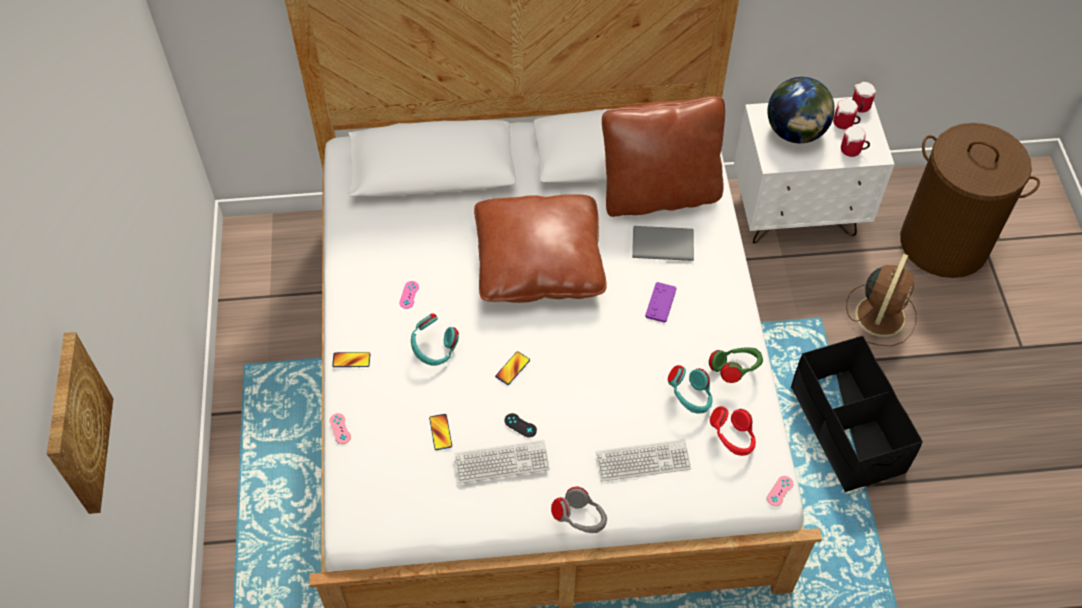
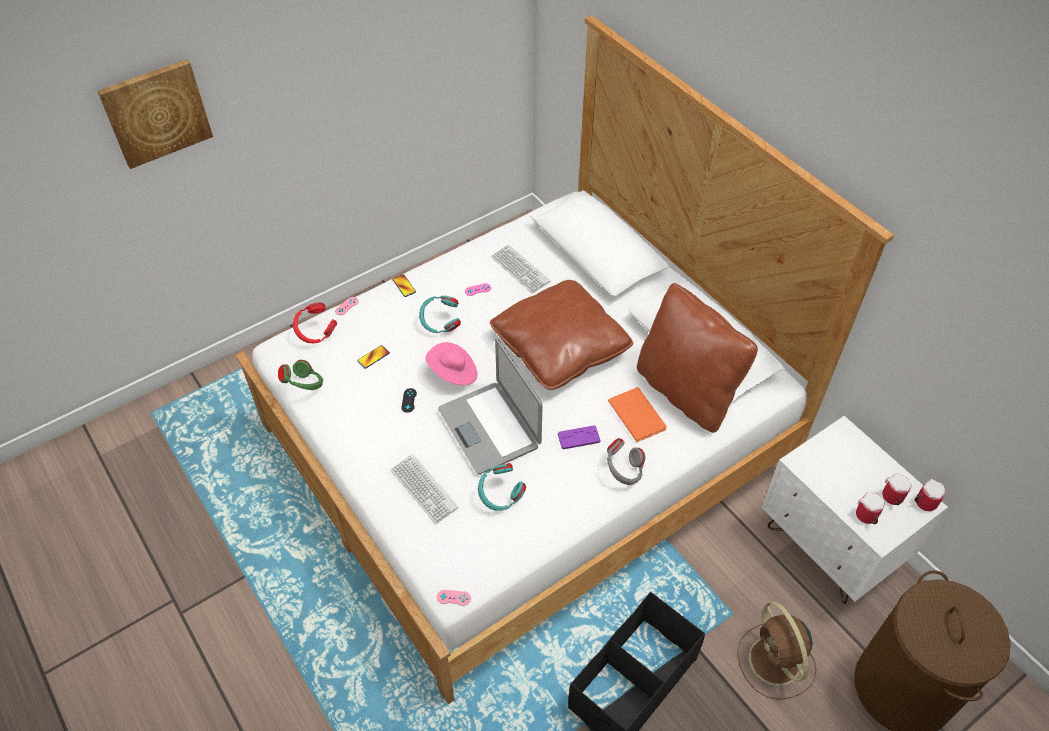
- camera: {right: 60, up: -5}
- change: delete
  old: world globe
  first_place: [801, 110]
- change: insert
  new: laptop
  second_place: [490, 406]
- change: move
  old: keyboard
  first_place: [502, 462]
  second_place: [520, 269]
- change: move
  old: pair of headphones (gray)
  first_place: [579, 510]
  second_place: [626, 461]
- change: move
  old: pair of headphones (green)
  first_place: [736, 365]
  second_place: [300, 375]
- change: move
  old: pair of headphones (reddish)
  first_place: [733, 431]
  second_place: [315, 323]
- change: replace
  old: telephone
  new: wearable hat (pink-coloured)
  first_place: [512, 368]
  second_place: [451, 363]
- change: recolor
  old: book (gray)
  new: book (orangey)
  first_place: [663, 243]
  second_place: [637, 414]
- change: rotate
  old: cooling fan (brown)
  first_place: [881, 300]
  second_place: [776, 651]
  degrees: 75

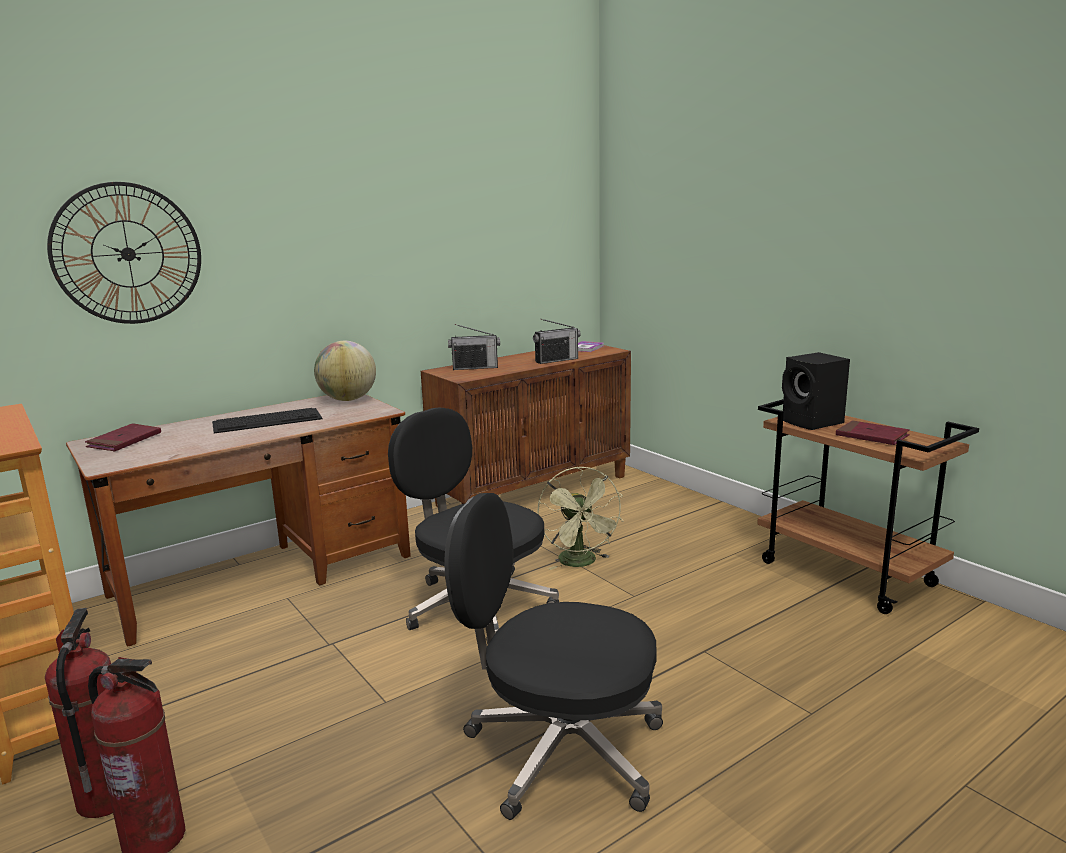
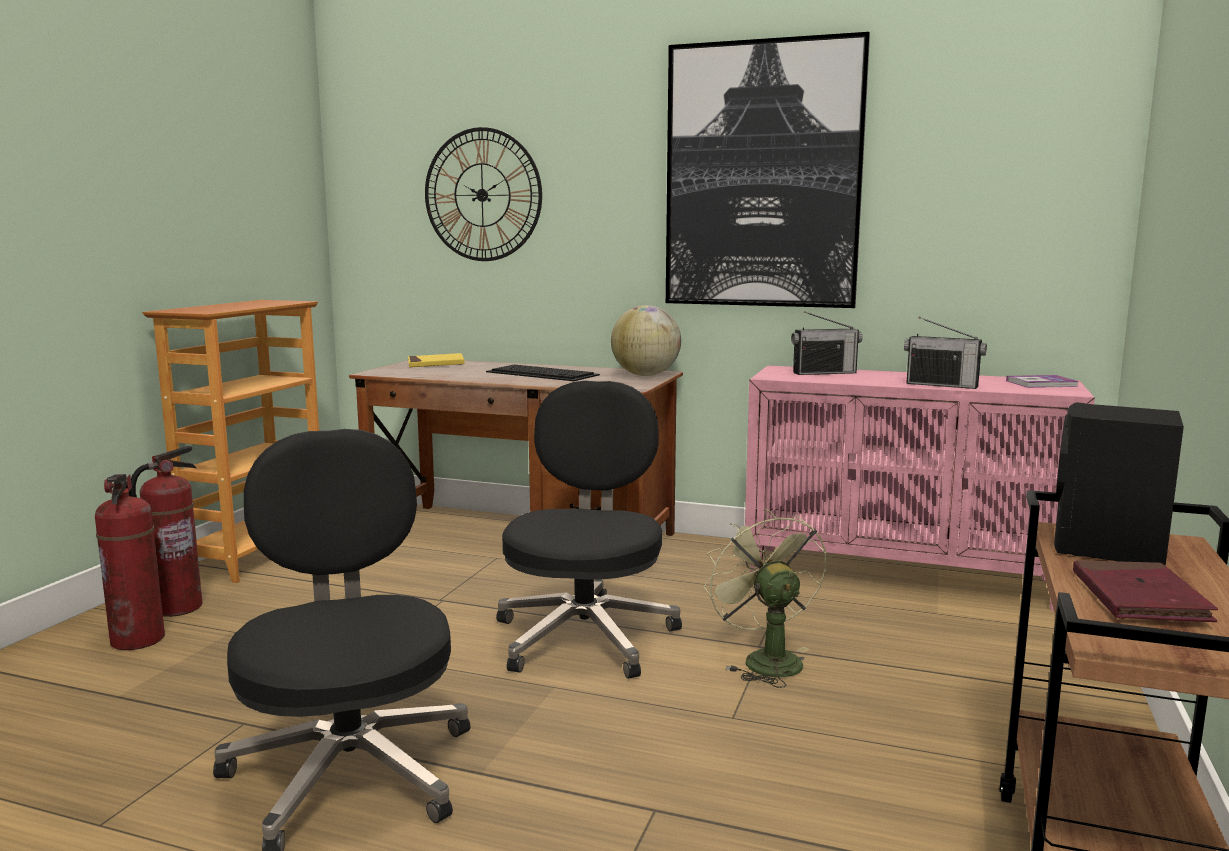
- camera: {right: 55, up: -5}
- change: insert
  new: picture
  second_place: [768, 170]
- change: recolor
  old: book (reddish)
  new: book (yellow-coloured)
  first_place: [123, 437]
  second_place: [436, 360]
- change: recolor
  old: cabinet (brown)
  new: cabinet (pink-coloured)
  first_place: [526, 426]
  second_place: [920, 488]
- change: rotate
  old: radio receiver
  first_place: [474, 347]
  second_place: [826, 343]
  degrees: -60
- change: rotate
  old: cooling fan (green)
  first_place: [580, 518]
  second_place: [765, 598]
  degrees: 120

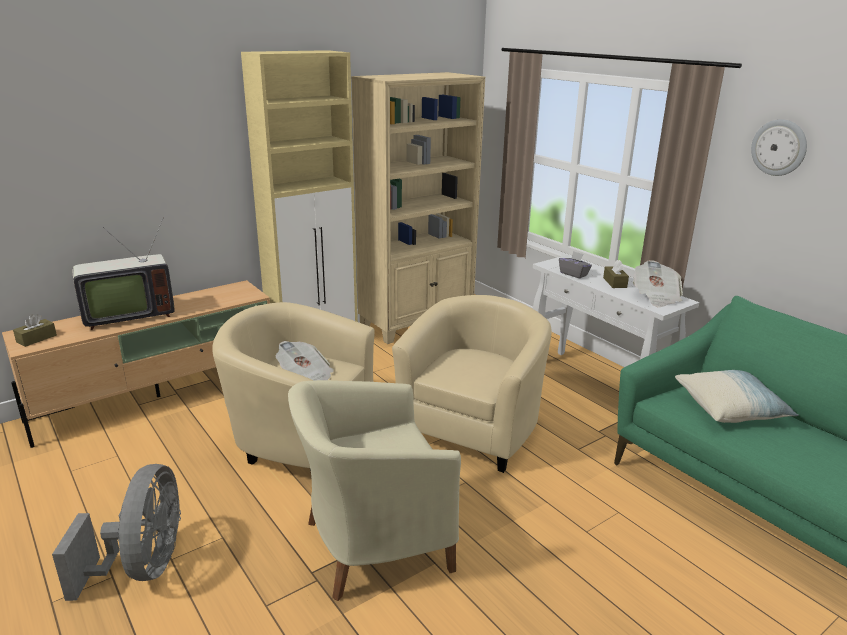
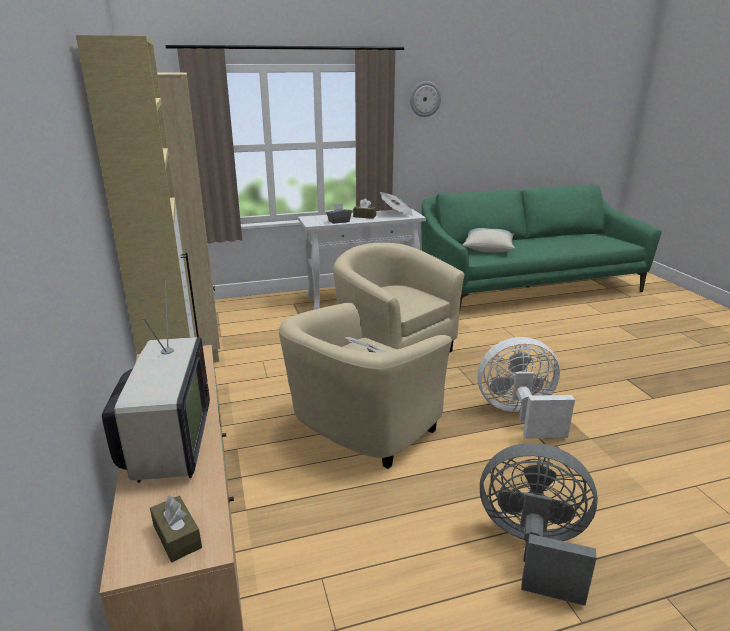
- camera: {right: -70, up: 0}
- change: replace
  old: easy chair (beige)
  new: cooling fan (whitish)
  first_place: [374, 490]
  second_place: [526, 388]

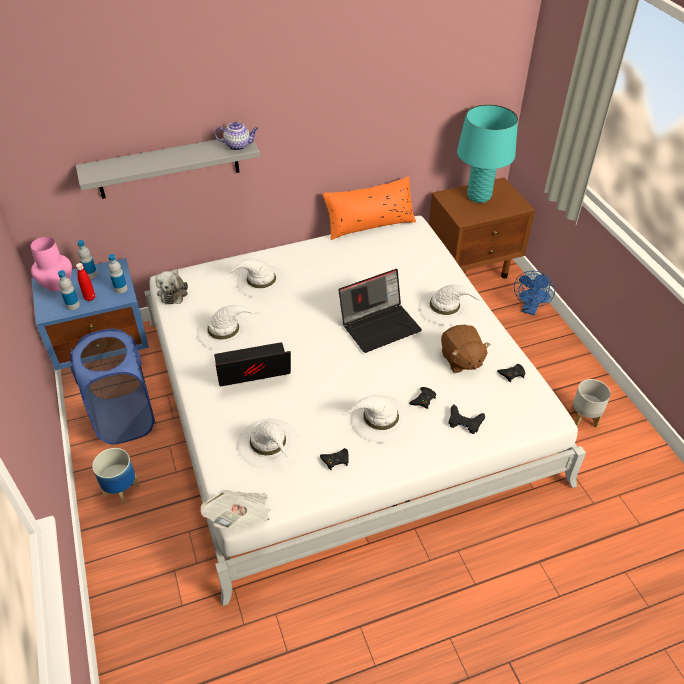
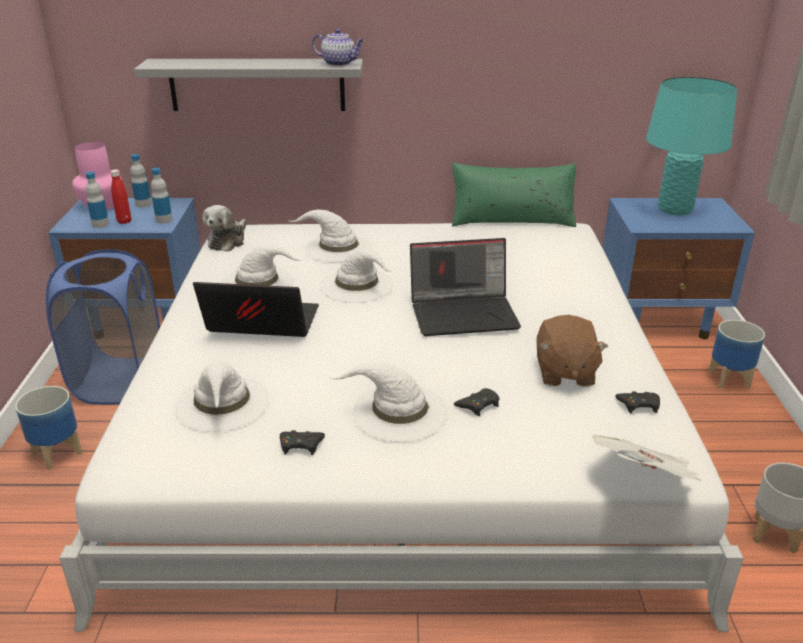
- camera: {right: 20, up: -15}
- change: delete
  old: joypad (black-coloured)
  first_place: [466, 419]
- change: move
  old: newspaper
  first_place: [235, 509]
  second_place: [646, 458]
- change: move
  old: wearable hat (whitish)
  first_place: [451, 304]
  second_place: [357, 275]
- change: replace
  old: cooling fan (blue-coloured)
  new: plant pot
  first_place: [534, 293]
  second_place: [736, 354]
- change: recolor
  old: pillow (orangey)
  new: pillow (green)
  first_place: [369, 208]
  second_place: [514, 195]
- change: recolor
  old: bedside table (brown)
  new: bedside table (blue-coloured)
  first_place: [482, 227]
  second_place: [679, 268]

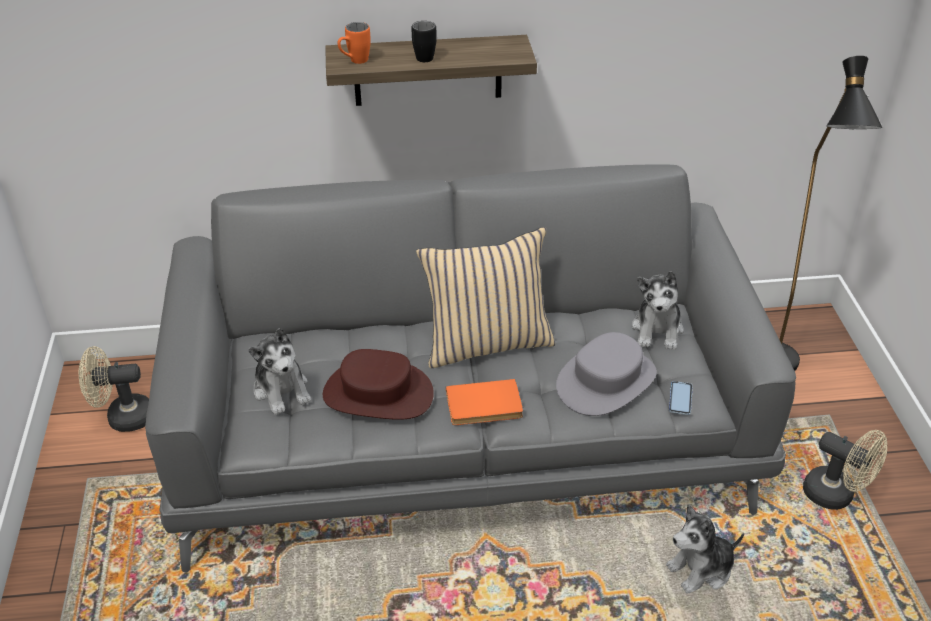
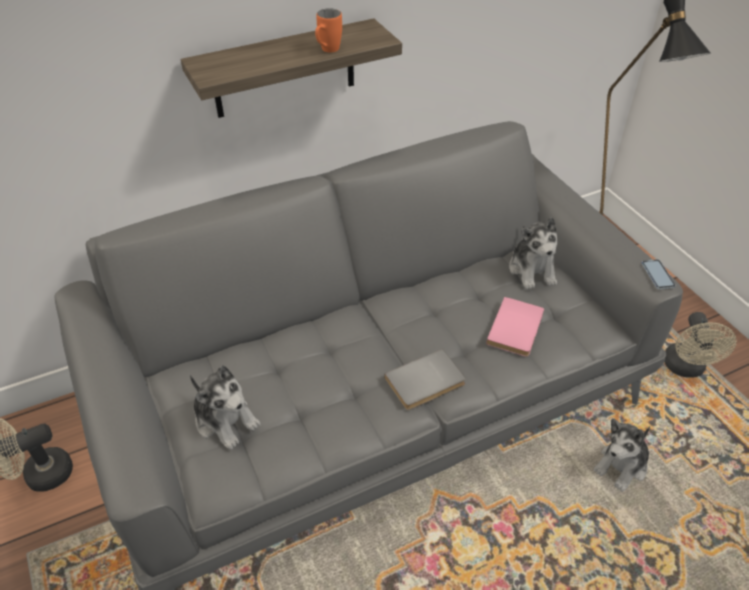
- camera: {right: -20, up: 5}
- change: delete
  old: wearable hat (brown)
  first_place: [378, 384]
- change: delete
  old: tea mug (black-coloured)
  first_place: [424, 41]
- change: delete
  old: pillow (beige)
  first_place: [485, 297]
- change: move
  old: tea mug (orangey)
  first_place: [354, 43]
  second_place: [328, 30]
- change: move
  old: telephone
  first_place: [681, 398]
  second_place: [658, 274]
- change: replace
  old: wearable hat (gray)
  new: book (pink-coloured)
  first_place: [606, 374]
  second_place: [515, 327]
- change: recolor
  old: book (orangey)
  new: book (gray)
  first_place: [484, 402]
  second_place: [425, 379]
- change: rotate
  old: cooling fan (beige)
  first_place: [845, 470]
  second_place: [700, 345]
  degrees: 75

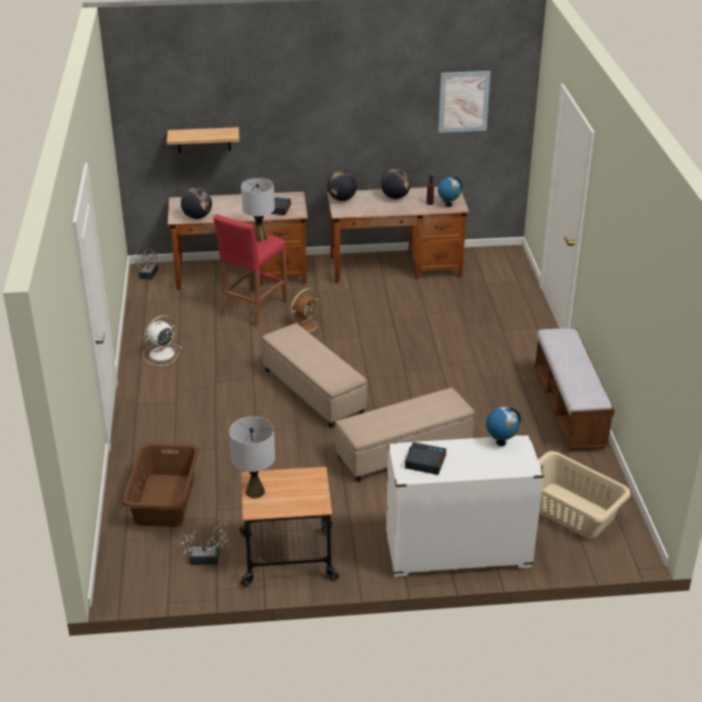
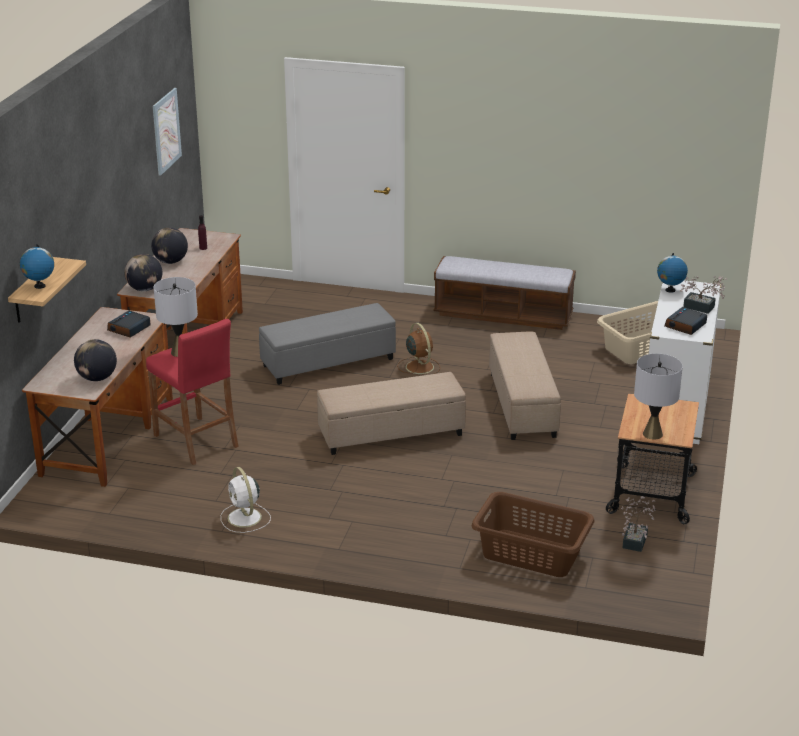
- camera: {right: -70, up: -5}
- change: insert
  new: pouffe (gray)
  second_place: [327, 344]
- change: move
  old: potted plant
  first_place: [145, 264]
  second_place: [703, 295]
- change: move
  old: cooling fan (brown)
  first_place: [306, 311]
  second_place: [418, 348]
- change: move
  old: world globe
  first_place: [450, 192]
  second_place: [37, 266]

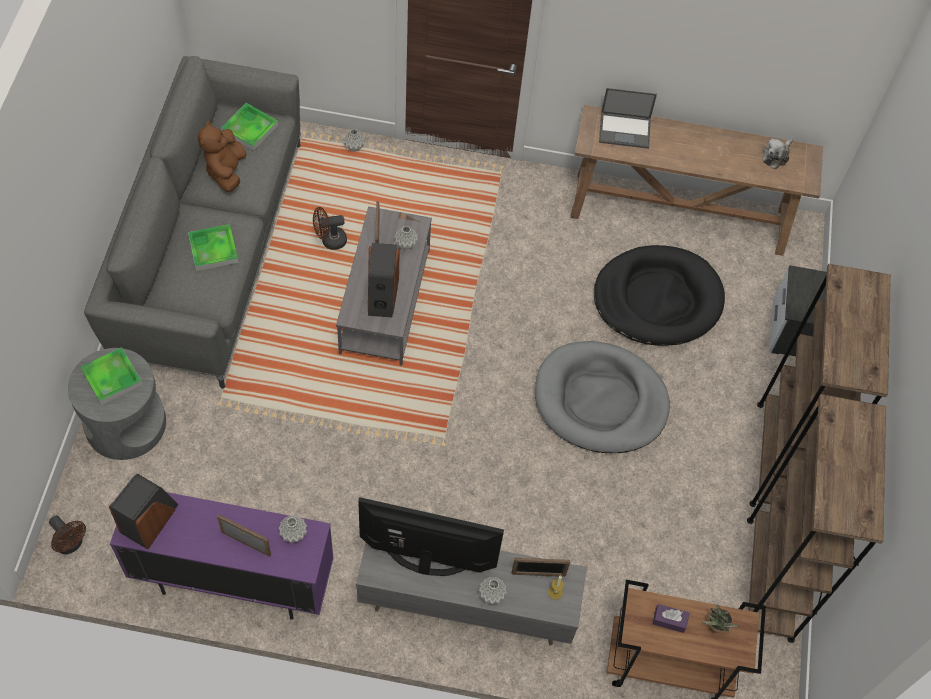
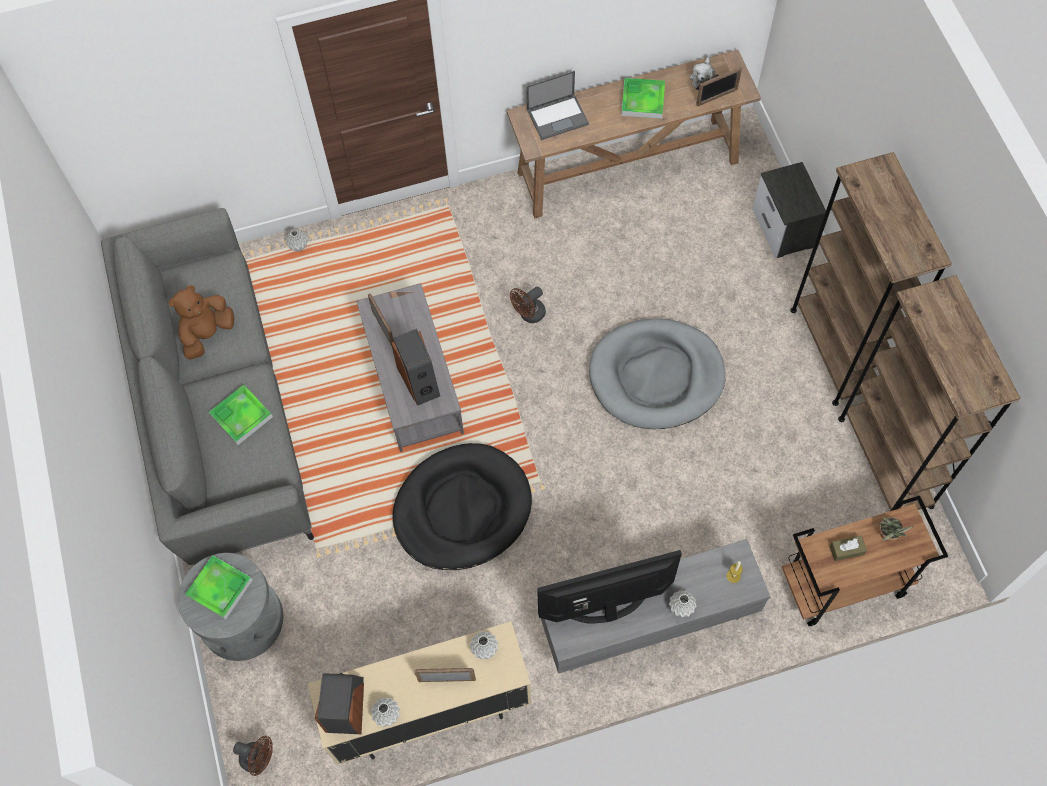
- camera: {right: -20, up: 5}
- change: move
  old: serving tray
  first_place: [249, 127]
  second_place: [643, 98]
- change: move
  old: cooling fan (brown)
  first_place: [330, 228]
  second_place: [528, 304]
- change: move
  old: flower vase (gray)
  first_place: [406, 238]
  second_place: [385, 712]
- change: move
  old: picture frame
  first_place: [541, 567]
  second_place: [719, 86]
- change: move
  old: pet bed (black-coloured)
  first_place: [659, 295]
  second_place: [462, 506]
- change: recolor
  old: cabinet (purple)
  new: cabinet (beige)
  first_place: [222, 556]
  second_place: [420, 693]
- change: recolor
  old: tissue holder (purple)
  new: tissue holder (brown)
  first_place: [671, 618]
  second_place: [848, 548]
- change: rotate
  old: plush toy (brown)
  first_place: [222, 156]
  second_place: [201, 322]
  degrees: 60

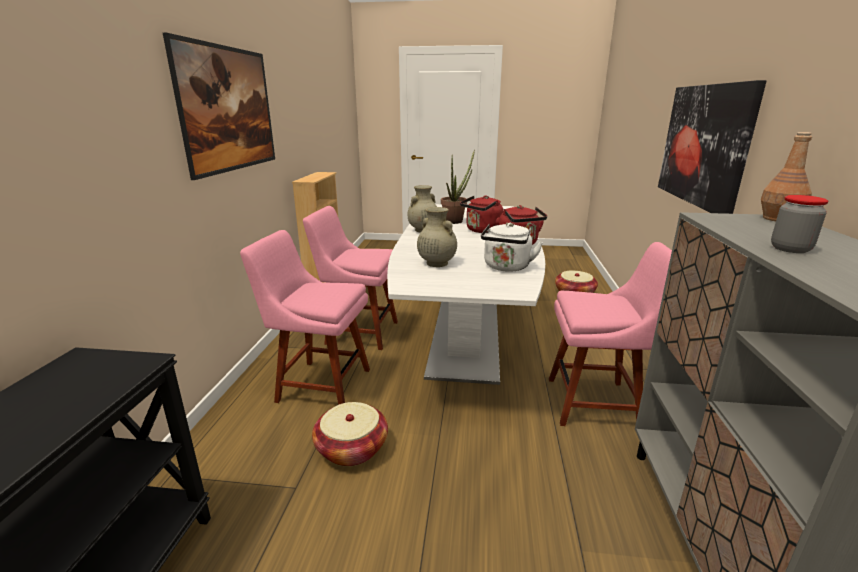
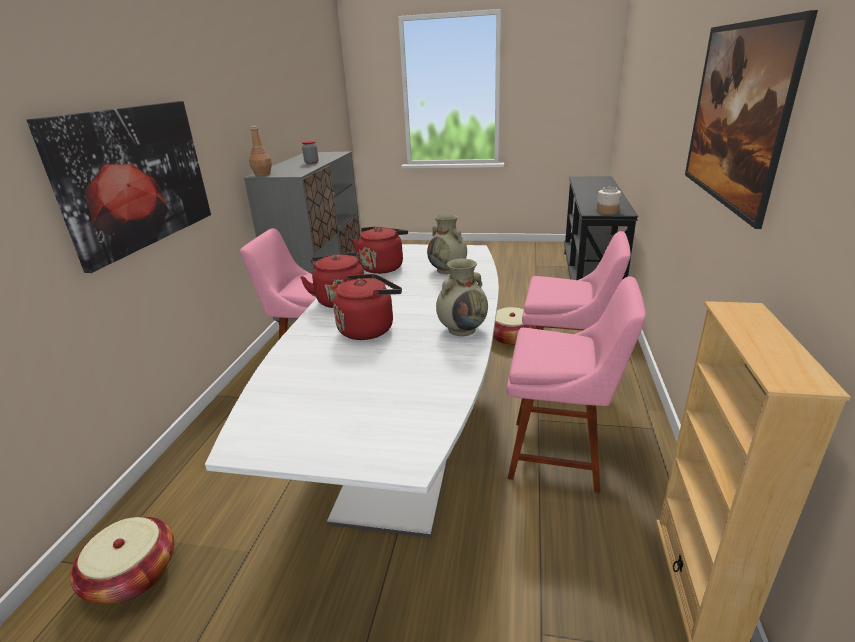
- camera: {right: -175, up: 5}
- change: delete
  old: potted plant
  first_place: [458, 186]
- change: insert
  new: jar
  second_place: [609, 200]
- change: recolor
  old: water kettle (whitish)
  new: water kettle (reddish)
  first_place: [512, 247]
  second_place: [380, 250]

